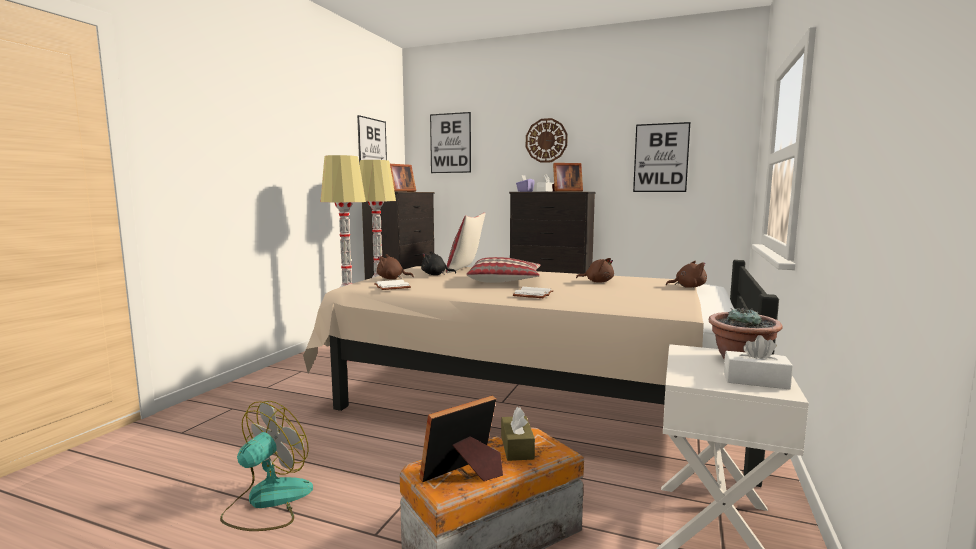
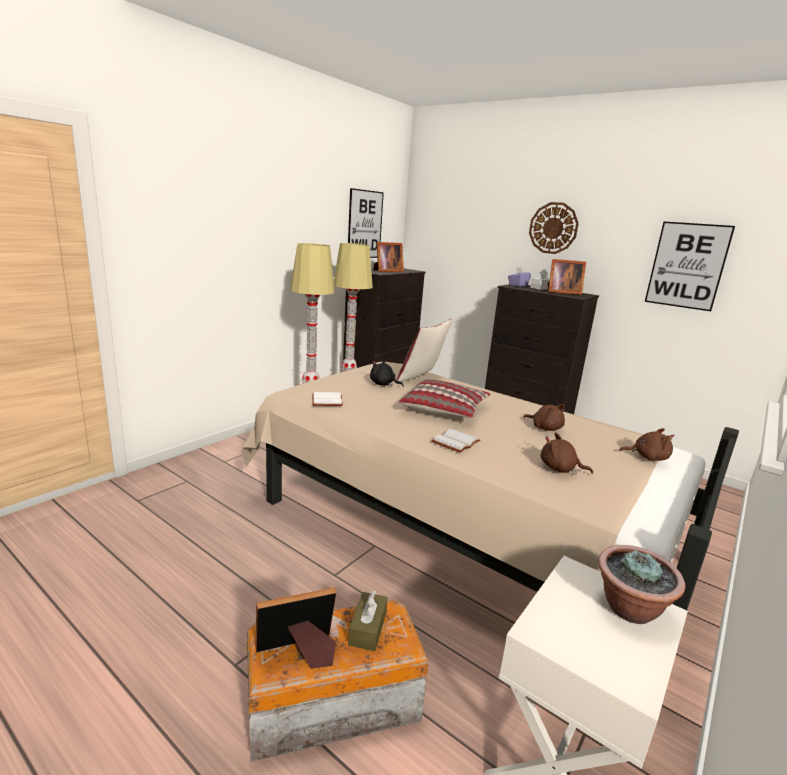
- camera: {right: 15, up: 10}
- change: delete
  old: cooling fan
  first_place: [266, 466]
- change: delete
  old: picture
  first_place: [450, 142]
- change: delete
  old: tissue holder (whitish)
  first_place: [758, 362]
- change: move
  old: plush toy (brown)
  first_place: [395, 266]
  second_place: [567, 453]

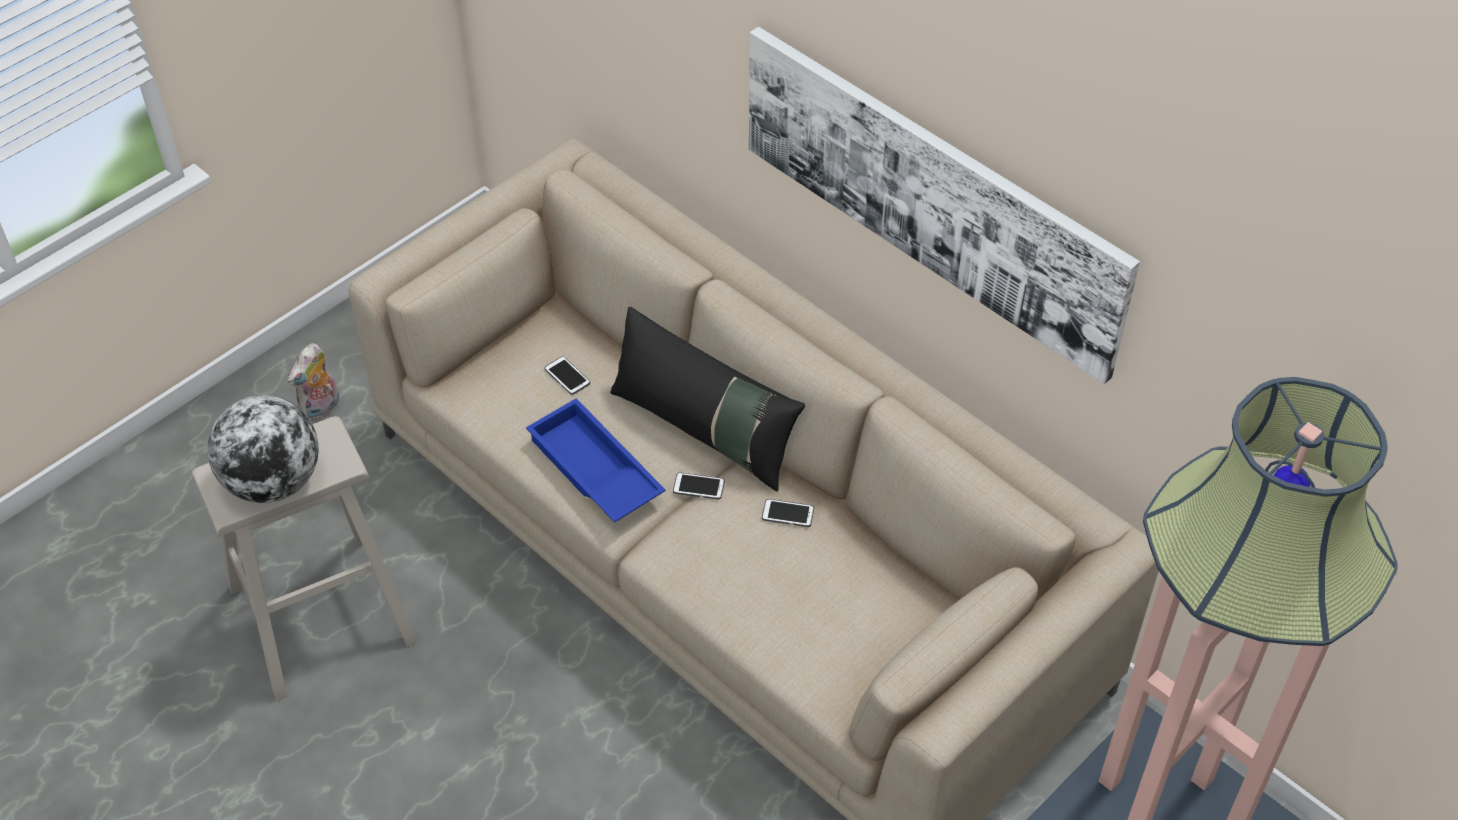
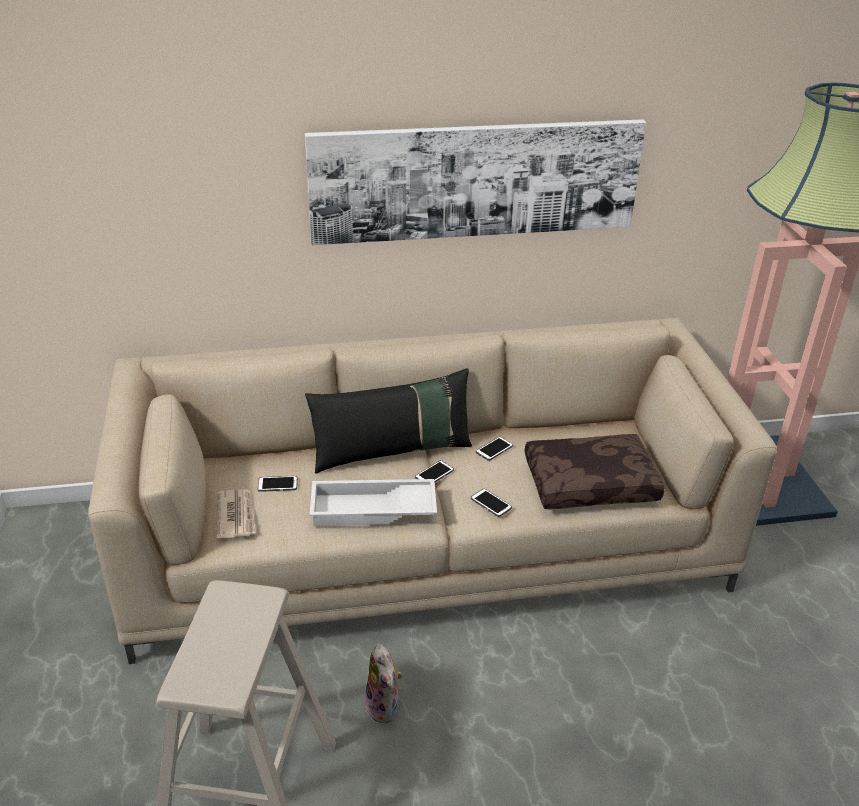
- camera: {right: -55, up: -15}
- change: delete
  old: world globe
  first_place: [262, 449]
- change: insert
  new: newspaper
  second_place: [236, 513]
- change: insert
  new: telephone
  second_place: [491, 503]
- change: insert
  new: pillow (brown)
  second_place: [594, 472]
- change: move
  old: plush toy
  first_place: [313, 382]
  second_place: [384, 683]
- change: recolor
  old: serving tray (blue-coloured)
  new: serving tray (whitish)
  first_place: [596, 460]
  second_place: [373, 502]

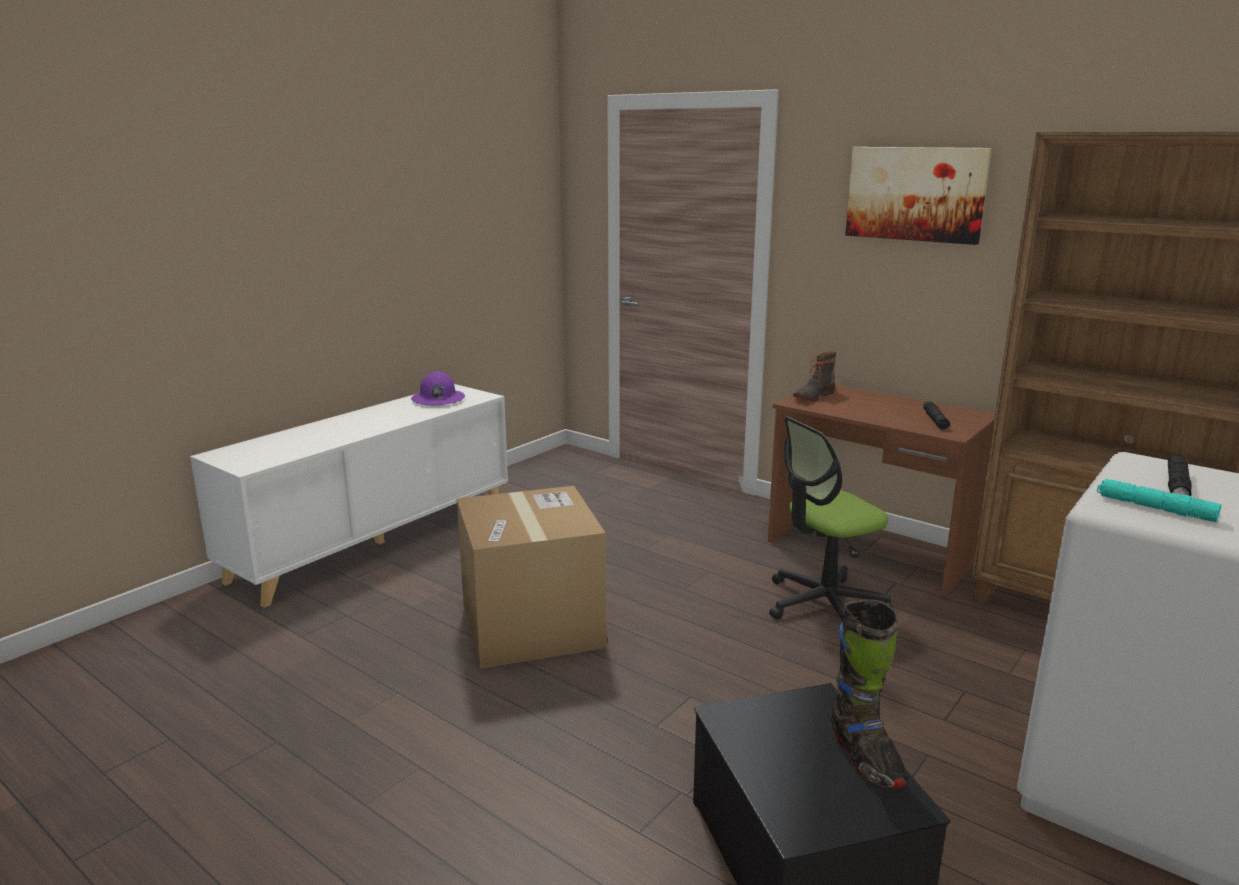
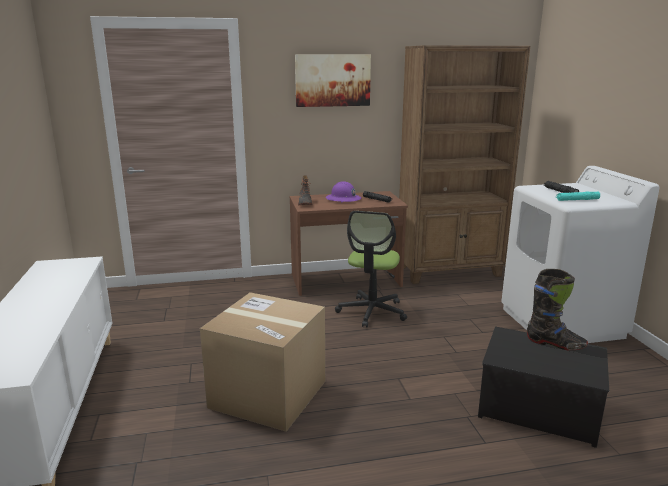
- camera: {right: -50, up: 0}
- change: move
  old: work helmet (purple)
  first_place: [438, 388]
  second_place: [343, 191]

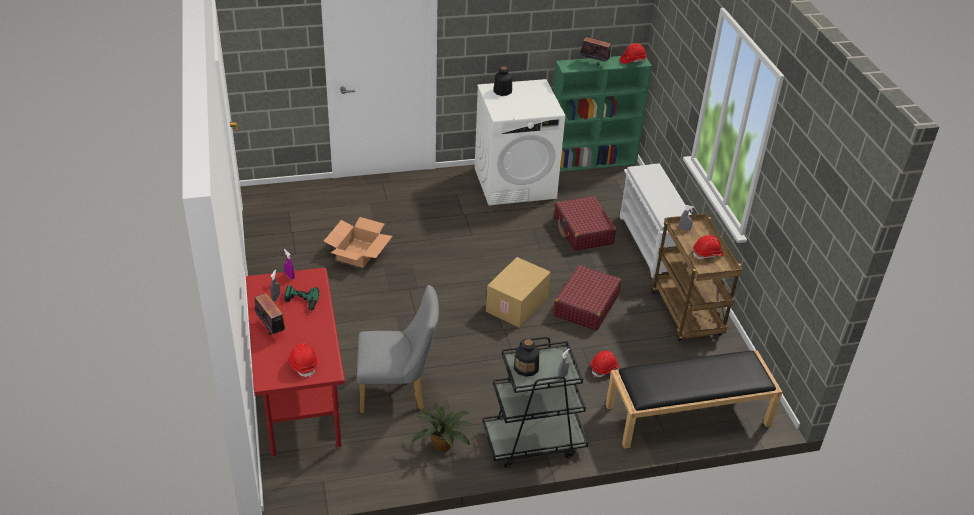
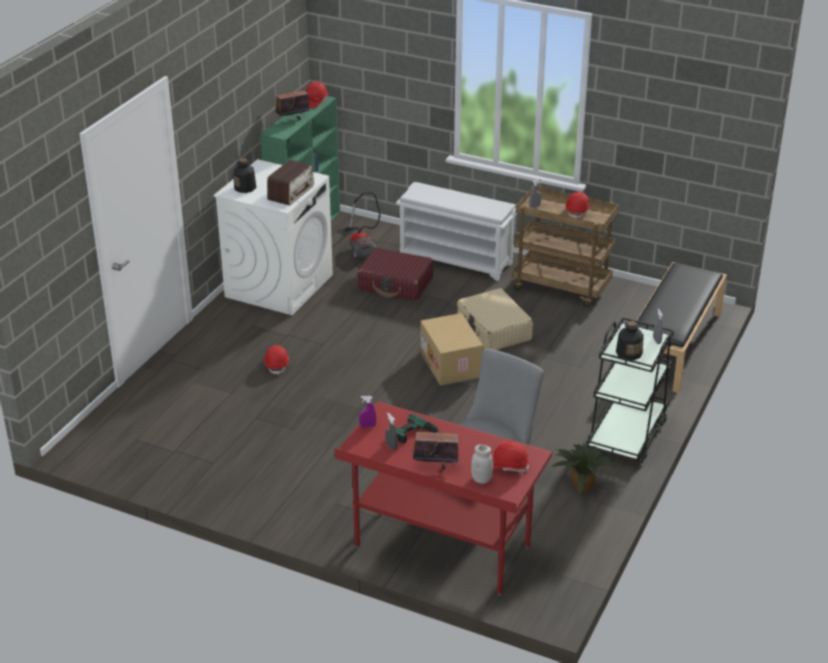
- camera: {right: -50, up: -5}
- change: delete
  old: packing box
  first_place: [358, 242]
- change: insert
  new: radio receiver
  second_place: [290, 183]
- change: insert
  new: vacuum
  second_place: [359, 226]
- change: insert
  new: jar (whitish)
  second_place: [482, 464]
- change: move
  old: work helmet (reddish)
  first_place: [605, 363]
  second_place: [276, 360]
- change: recolor
  old: piece of luggage (reddish)
  new: piece of luggage (beige)
  first_place: [587, 298]
  second_place: [495, 319]

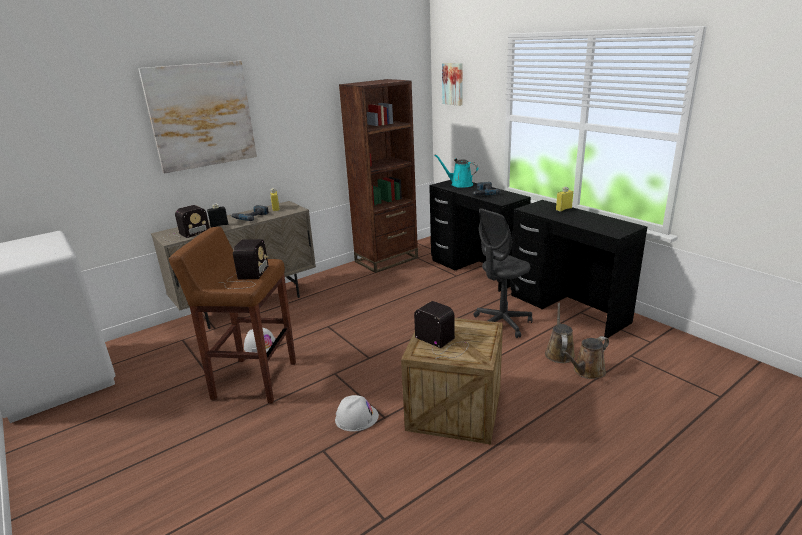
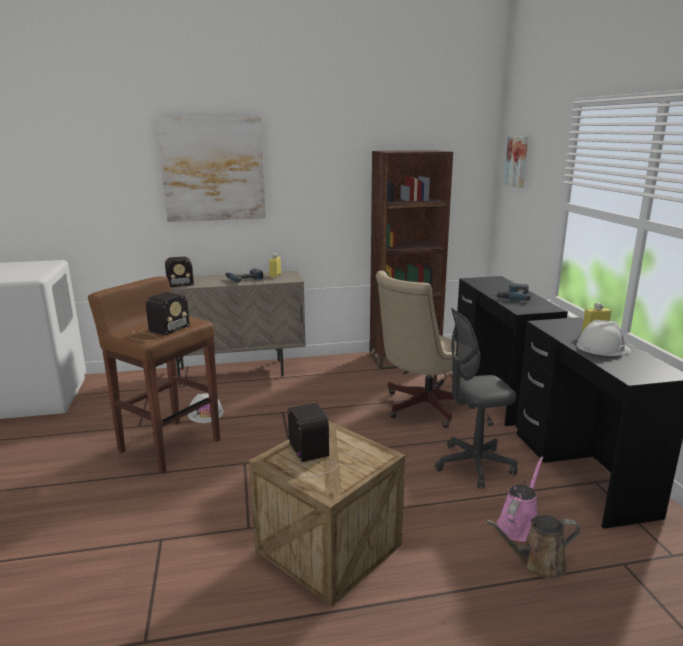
- camera: {right: 25, up: -5}
- change: delete
  old: drink bottle (black-coloured)
  first_place: [217, 215]
- change: delete
  old: watering pot (turquoise)
  first_place: [456, 171]
- change: insert
  new: desk chair (beige)
  second_place: [428, 349]
- change: move
  old: work helmet (whitish)
  first_place: [357, 413]
  second_place: [603, 338]
- change: recolor
  old: watering pot (brown)
  new: watering pot (pink-coloured)
  first_place: [560, 333]
  second_place: [520, 499]

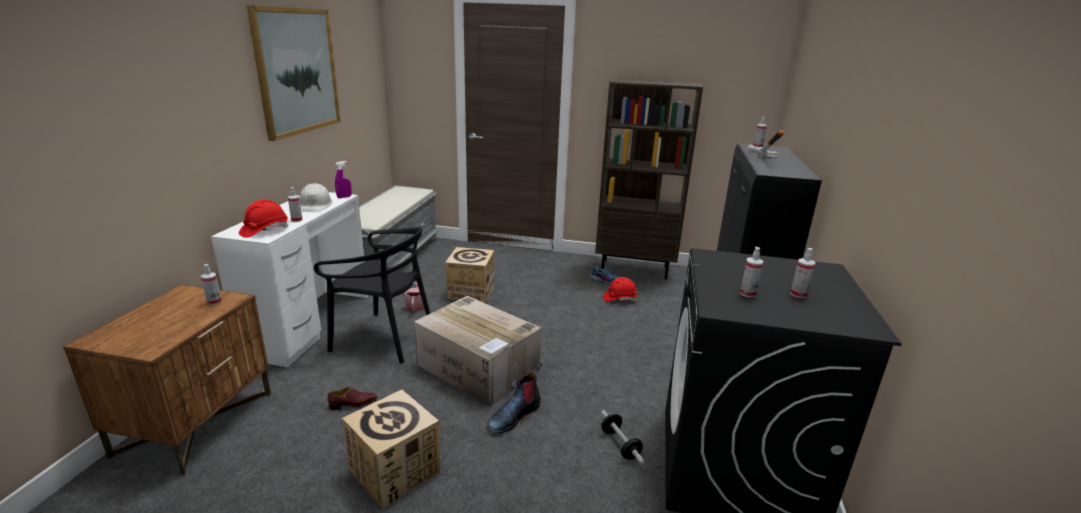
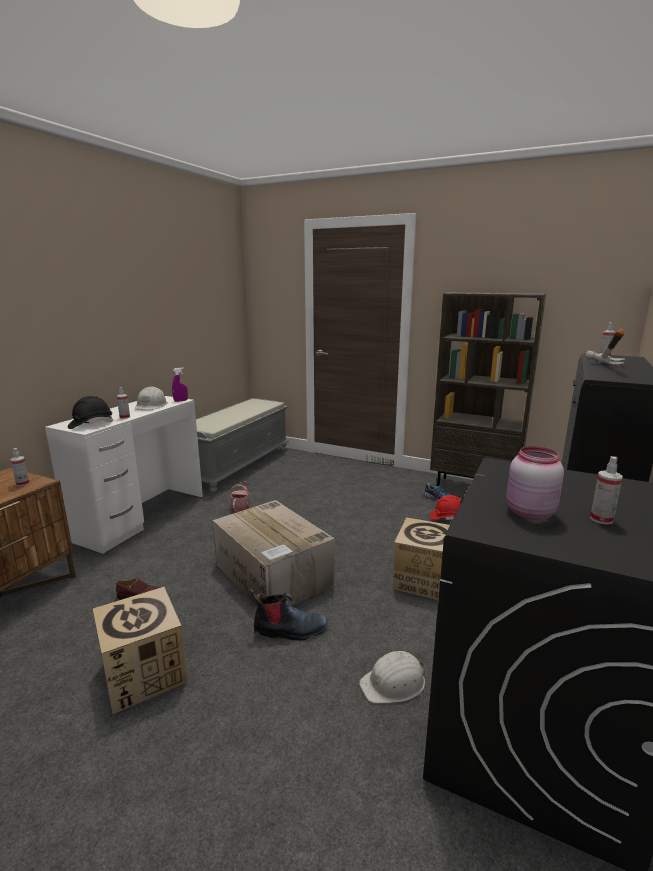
- camera: {right: 15, up: -5}
- change: delete
  old: picture
  first_place: [293, 73]
- change: delete
  old: upright chair (black-coloured)
  first_place: [372, 295]
- change: move
  old: packing box
  first_place: [469, 275]
  second_place: [421, 558]
- change: replace
  old: free weight
  new: work helmet (whitish)
  first_place: [623, 437]
  second_place: [392, 677]
- change: replace
  old: spray bottle
  new: jar (pink-coloured)
  first_place: [751, 272]
  second_place: [535, 483]
- change: recolor
  old: work helmet (reddish)
  new: work helmet (black-coloured)
  first_place: [263, 219]
  second_place: [90, 412]
- change: rotate
  old: high-top boot
  first_place: [514, 397]
  second_place: [288, 614]
  degrees: -150

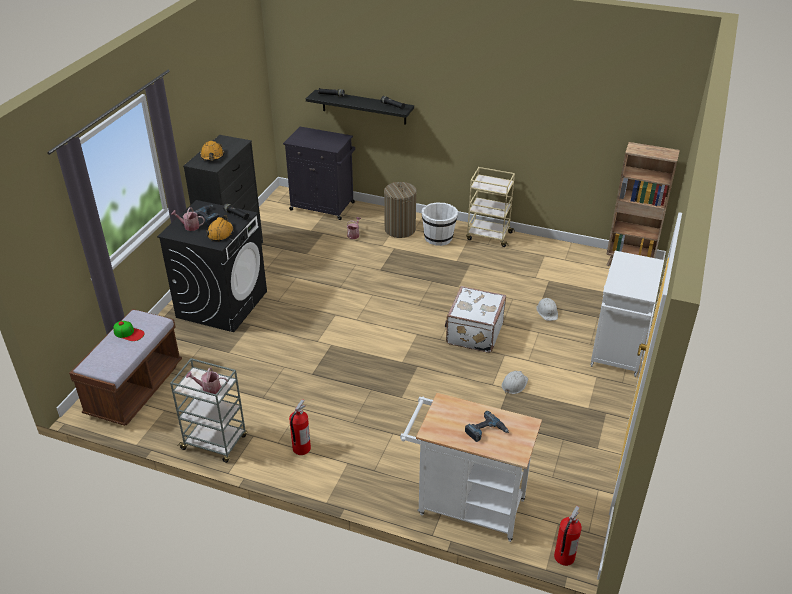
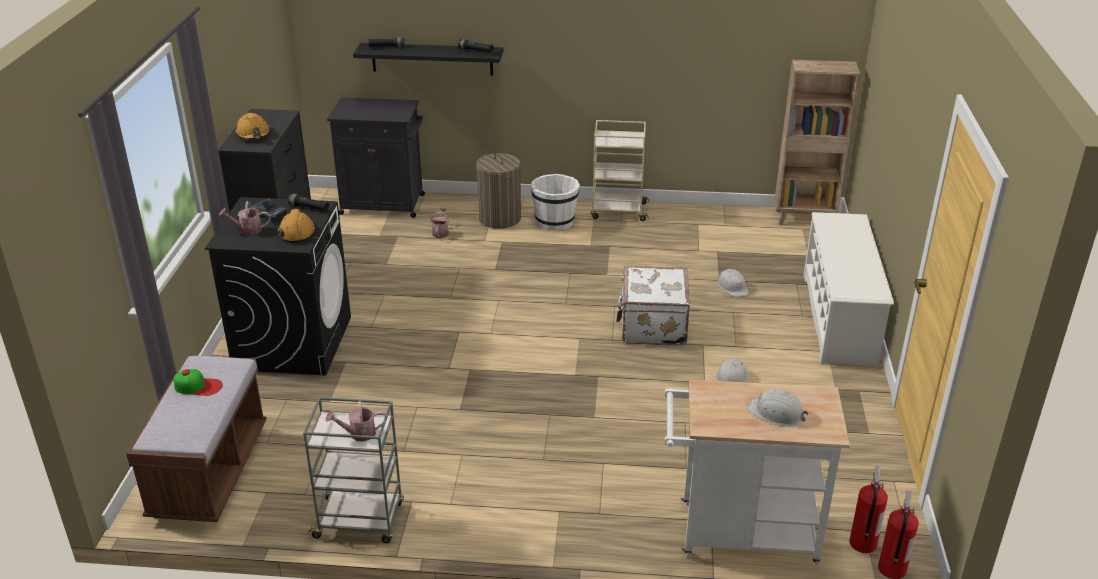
- camera: {right: -15, up: -5}
- change: move
  old: extinguisher
  first_place: [300, 427]
  second_place: [868, 509]
- change: replace
  old: electric drill
  new: work helmet (whitish)
  first_place: [487, 426]
  second_place: [777, 407]
- change: replace
  old: cabinet (whitish)
  new: shoe shelf (whitish)
  first_place: [627, 314]
  second_place: [848, 289]

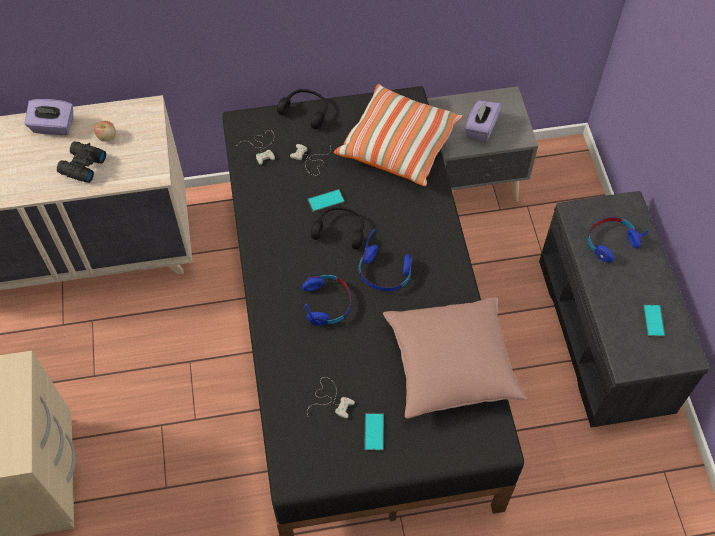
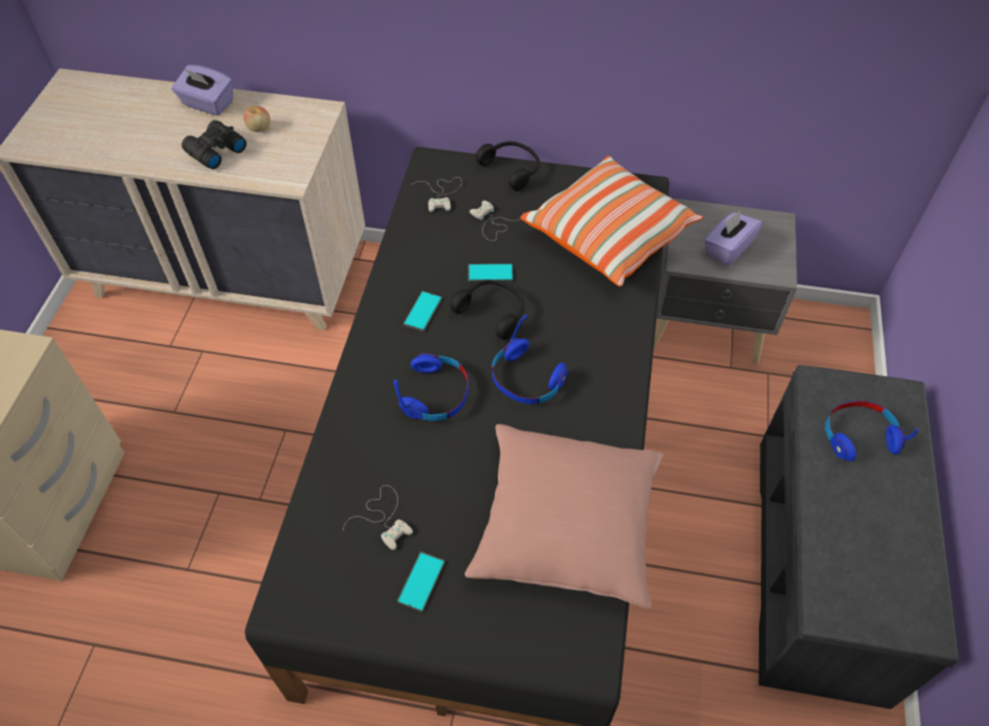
- camera: {right: 20, up: -5}
- change: move
  old: telephone
  first_place: [654, 321]
  second_place: [422, 311]

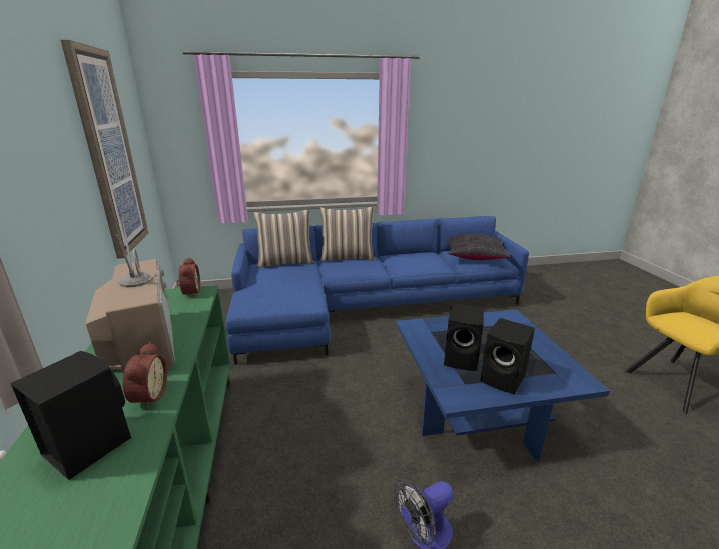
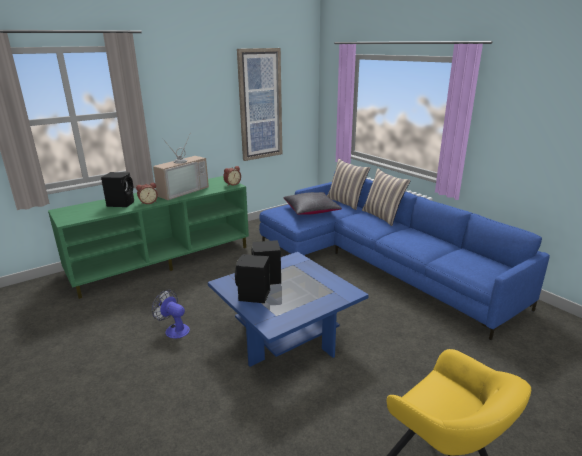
- camera: {right: 65, up: 0}
- change: move
  old: pillow (black-coloured)
  first_place: [479, 247]
  second_place: [312, 203]

